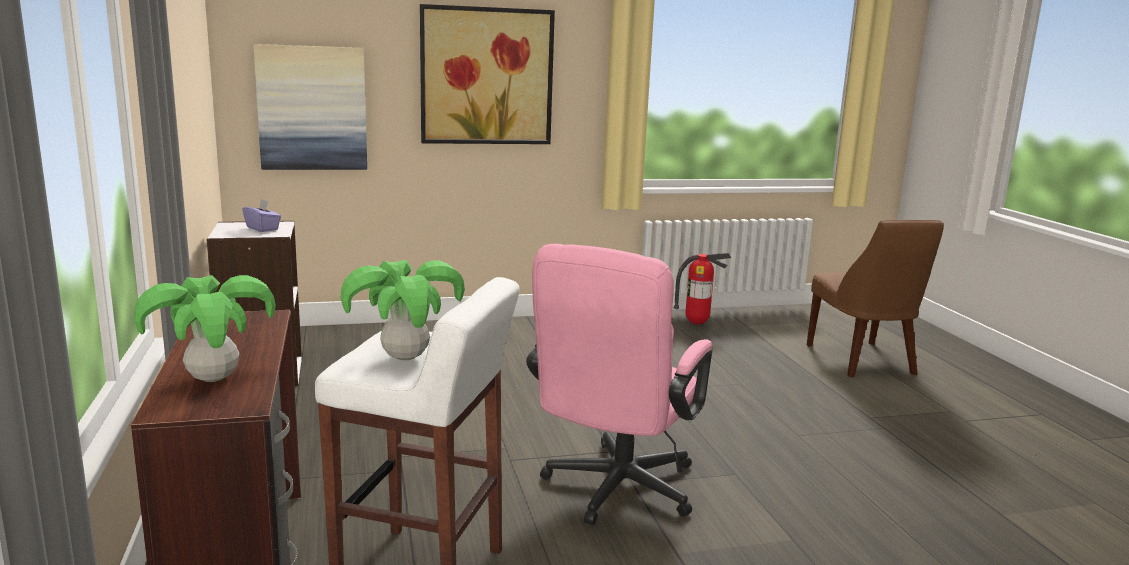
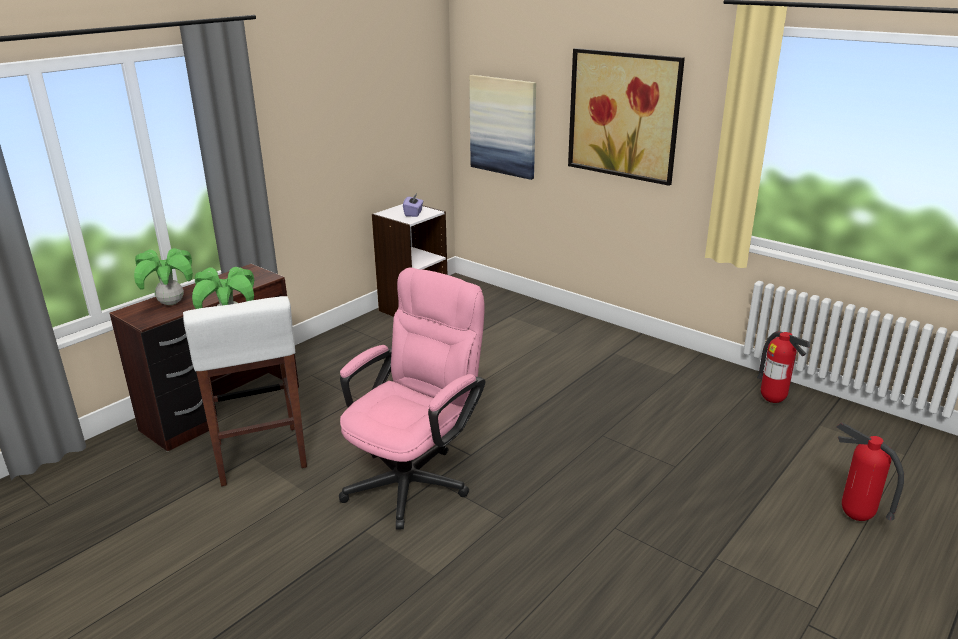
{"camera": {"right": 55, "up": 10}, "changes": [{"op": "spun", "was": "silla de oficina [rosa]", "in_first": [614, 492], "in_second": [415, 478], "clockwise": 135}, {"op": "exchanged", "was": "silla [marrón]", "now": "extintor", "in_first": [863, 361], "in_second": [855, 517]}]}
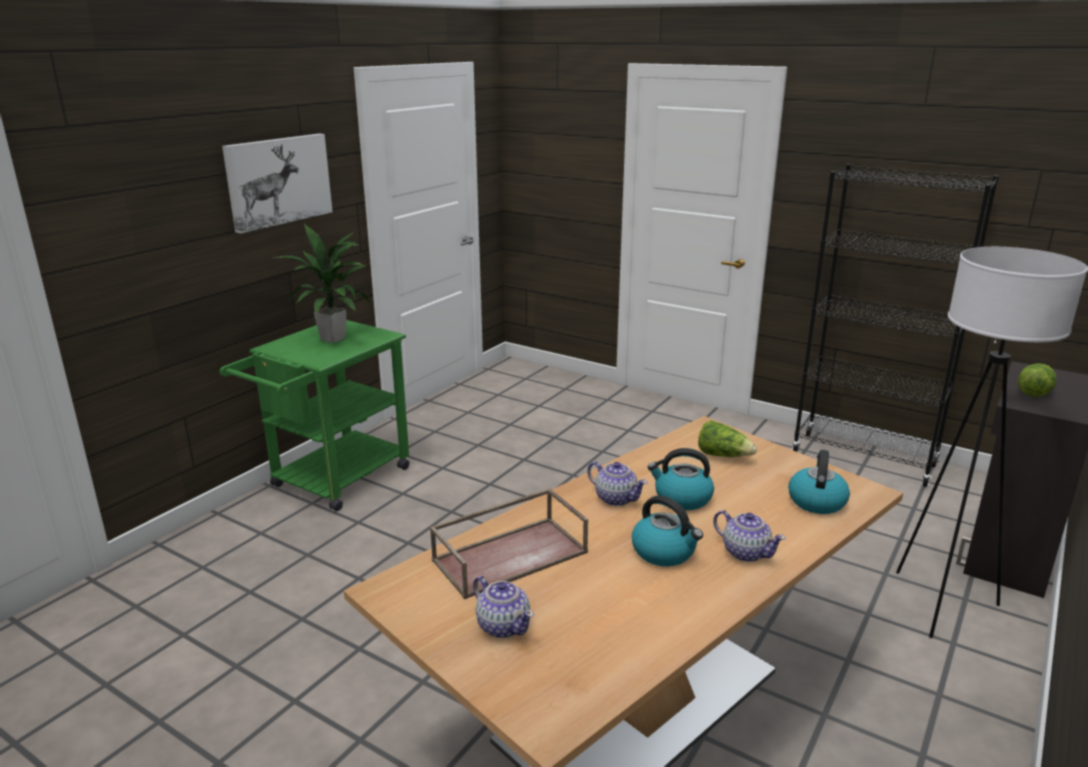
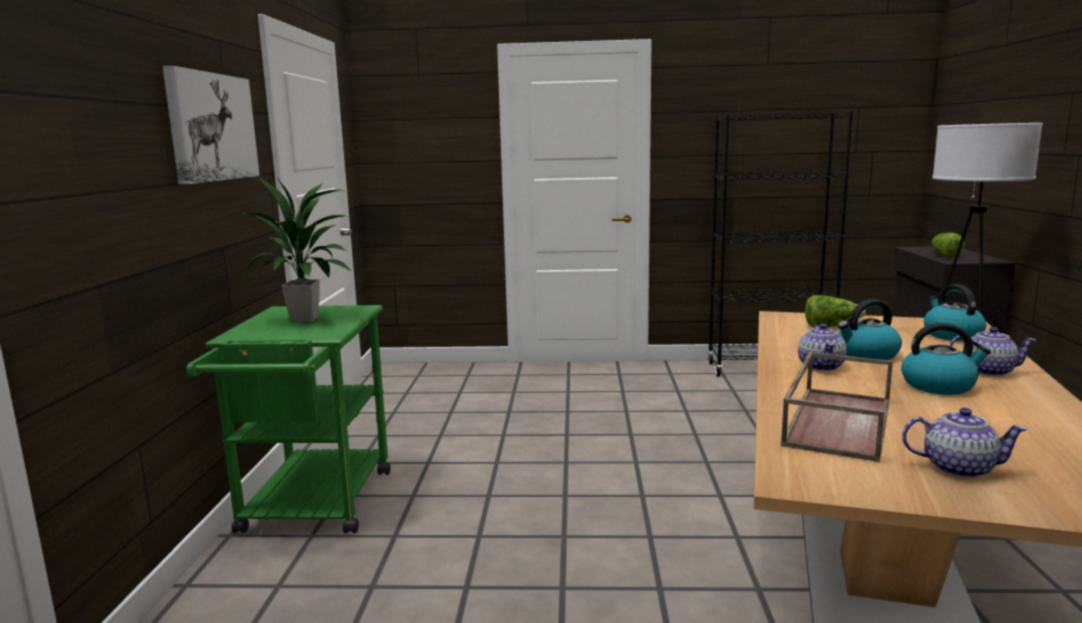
{"camera": {"right": -30, "up": -10}, "changes": [{"op": "spun", "was": "tetera", "in_first": [615, 498], "in_second": [821, 366], "clockwise": 90}]}
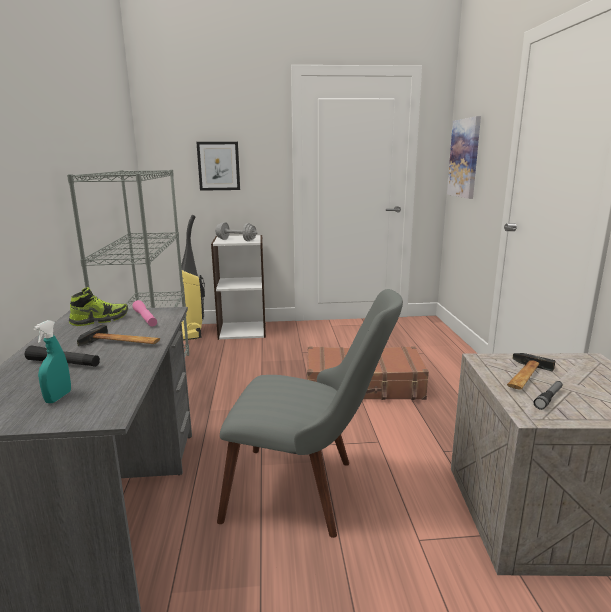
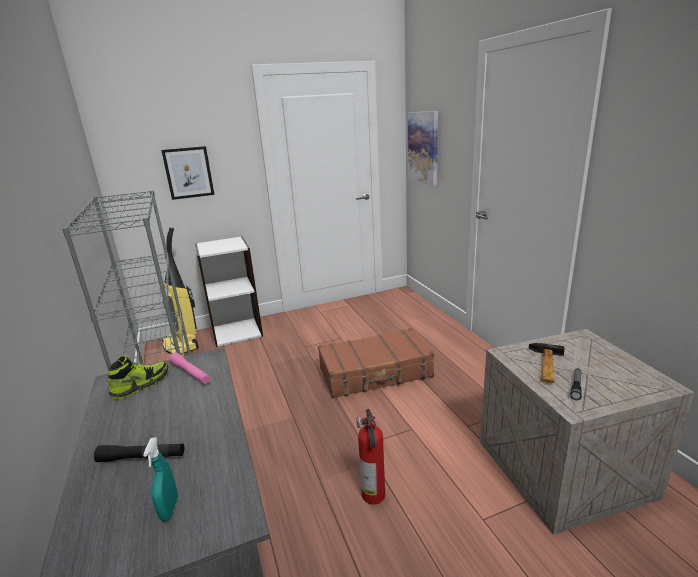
{"camera": {"right": -15, "up": 5}, "changes": [{"op": "missing", "was": "martillo", "in_first": [121, 343]}, {"op": "missing", "was": "mancuerna [gris]", "in_first": [236, 240]}, {"op": "exchanged", "was": "silla [gris]", "now": "extintor", "in_first": [308, 491], "in_second": [373, 496]}]}
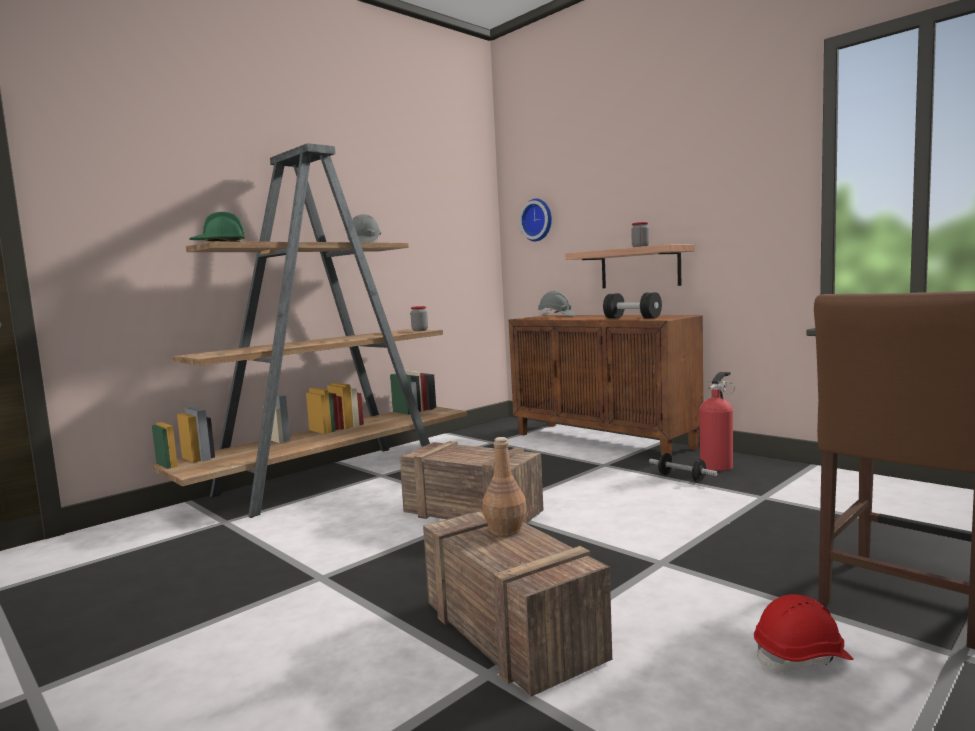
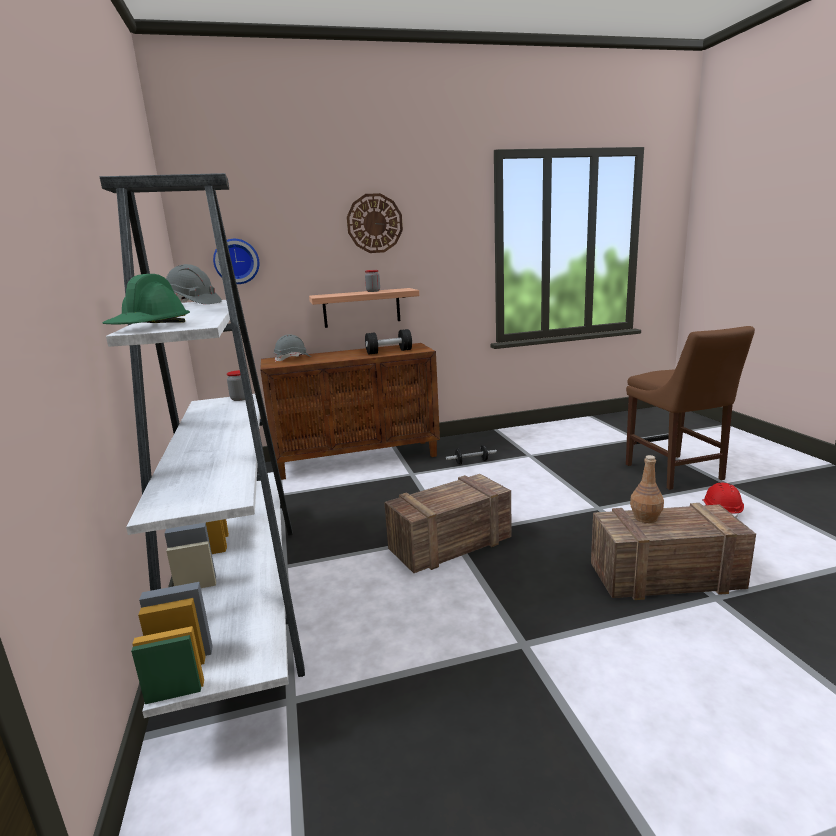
{"camera": {"right": -60, "up": 10}, "changes": [{"op": "colour", "was": "estantería [marrón]", "now": "estantería [blanco]", "in_first": [332, 477], "in_second": [241, 597]}, {"op": "missing", "was": "extintor", "in_first": [717, 465]}, {"op": "appeared", "now": "reloj de pared", "in_second": [374, 223]}]}
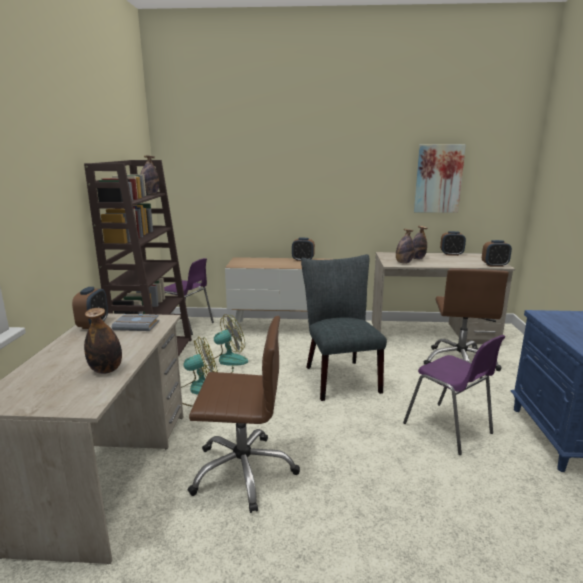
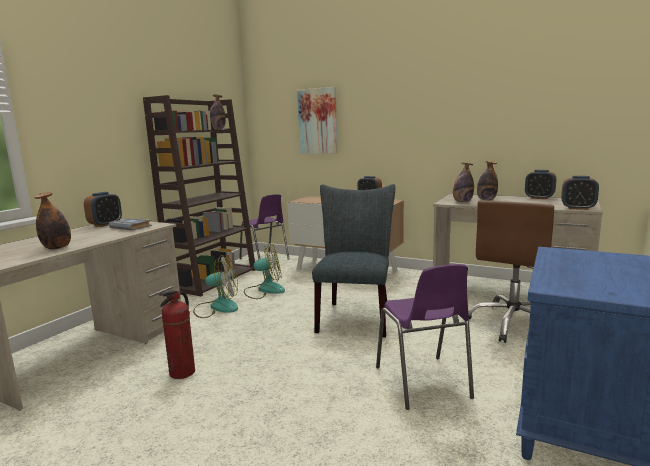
{"camera": {"right": 25, "up": -5}, "changes": [{"op": "exchanged", "was": "silla de oficina [marrón]", "now": "extintor", "in_first": [243, 471], "in_second": [182, 373]}, {"op": "relocated", "was": "cuadro", "in_first": [438, 178], "in_second": [318, 121]}]}
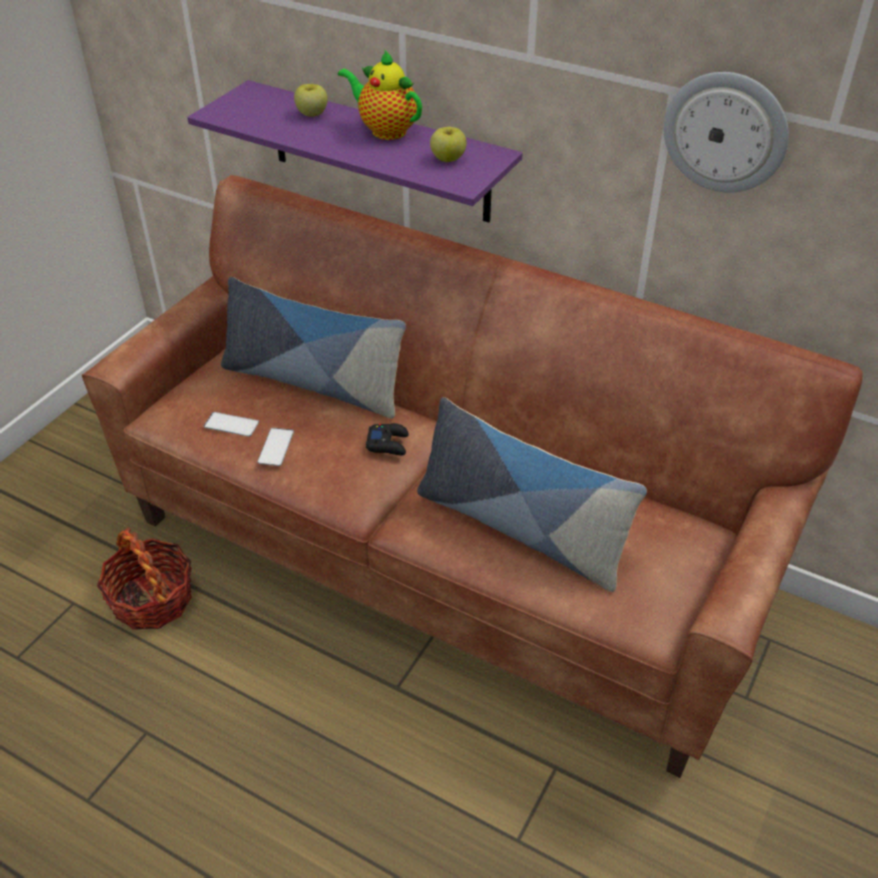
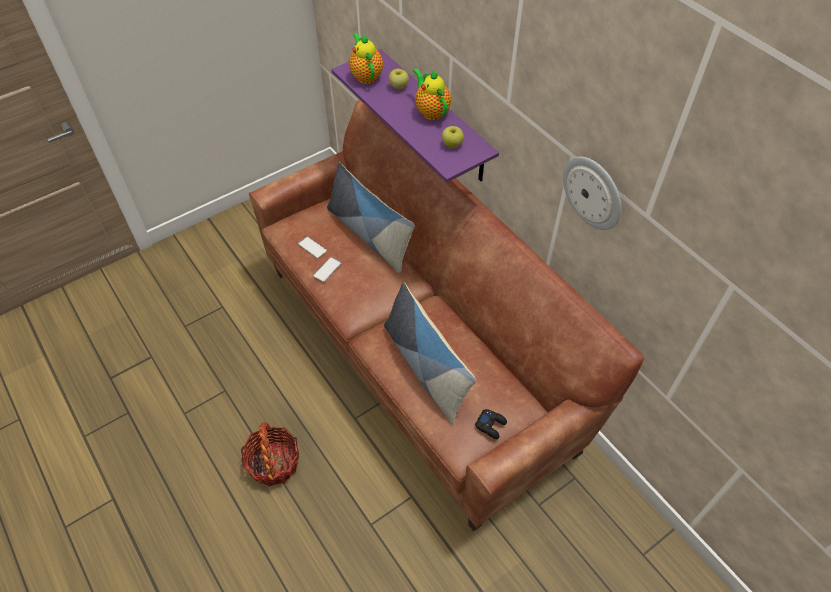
{"camera": {"right": 25, "up": 10}, "changes": [{"op": "relocated", "was": "cesta", "in_first": [152, 599], "in_second": [273, 462]}, {"op": "relocated", "was": "mando de consola [negro]", "in_first": [388, 443], "in_second": [491, 425]}, {"op": "appeared", "now": "tetera", "in_second": [366, 76]}]}
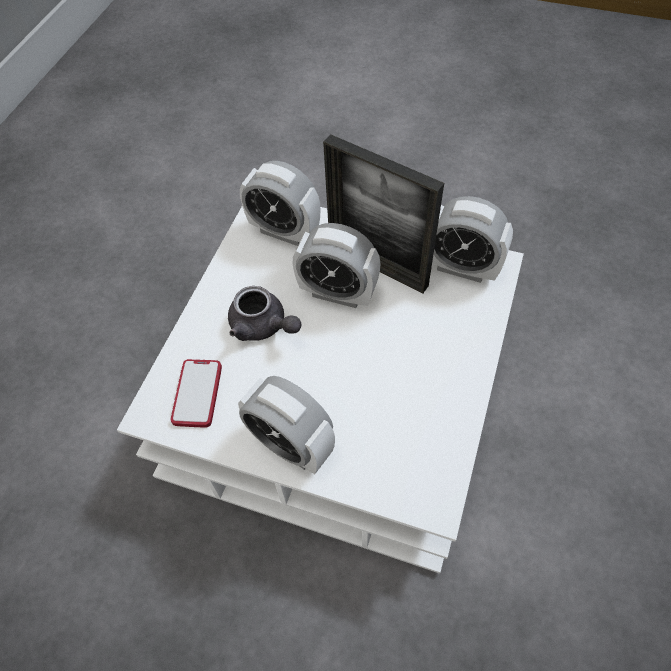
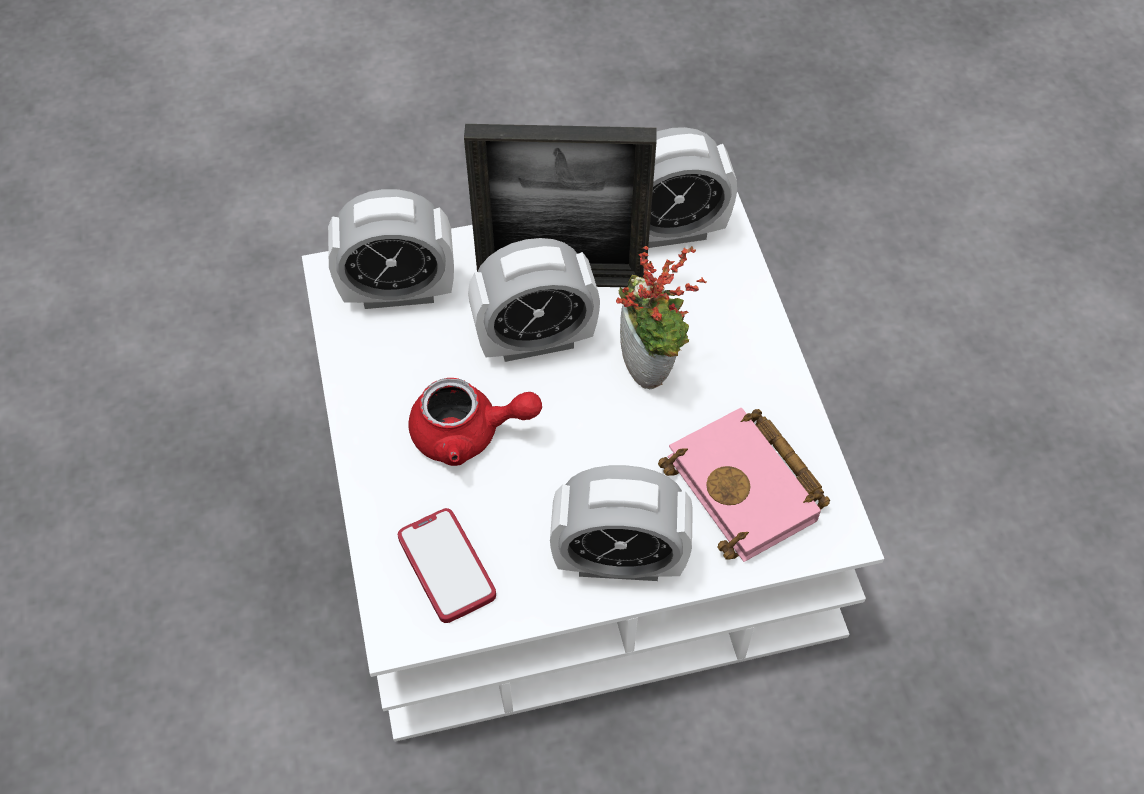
{"camera": {"right": -35, "up": 0}, "changes": [{"op": "colour", "was": "tetera [gris]", "now": "tetera [rojo]", "in_first": [263, 326], "in_second": [468, 434]}, {"op": "appeared", "now": "planta en maceta", "in_second": [651, 368]}, {"op": "appeared", "now": "libro [rosa]", "in_second": [749, 490]}]}
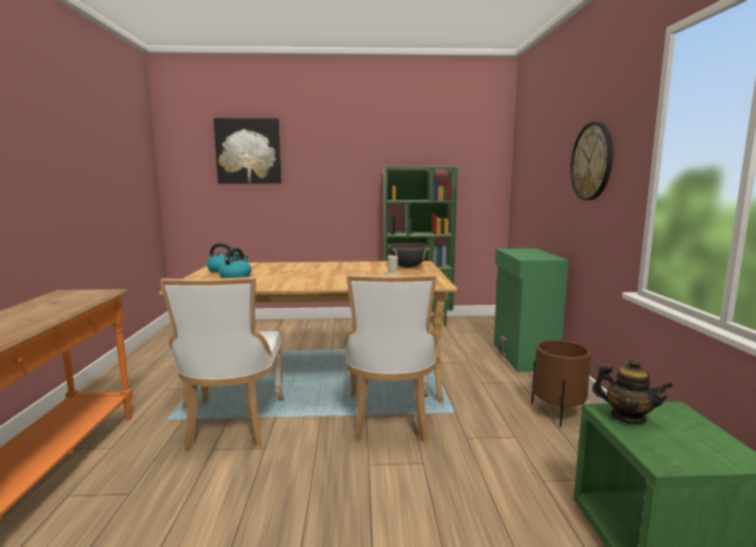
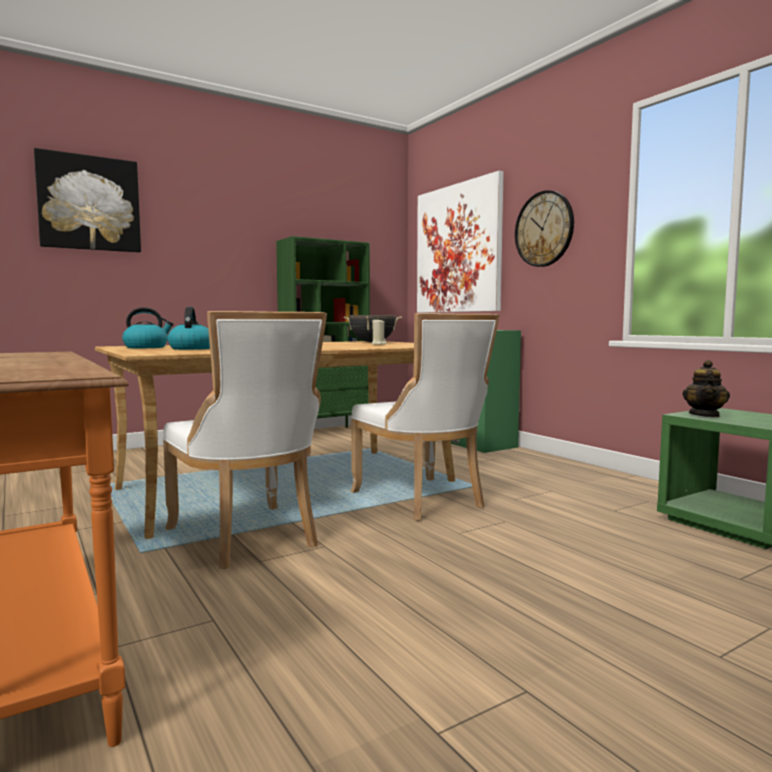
{"camera": {"right": -30, "up": -5}, "changes": [{"op": "missing", "was": "maceta [marrón]", "in_first": [558, 412]}, {"op": "spun", "was": "tetera", "in_first": [627, 417], "in_second": [705, 415], "clockwise": 105}, {"op": "appeared", "now": "cuadro", "in_second": [458, 249]}]}
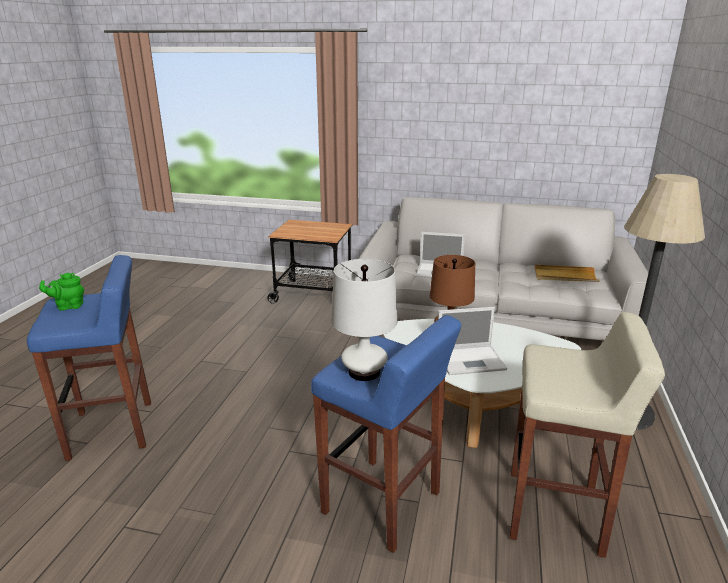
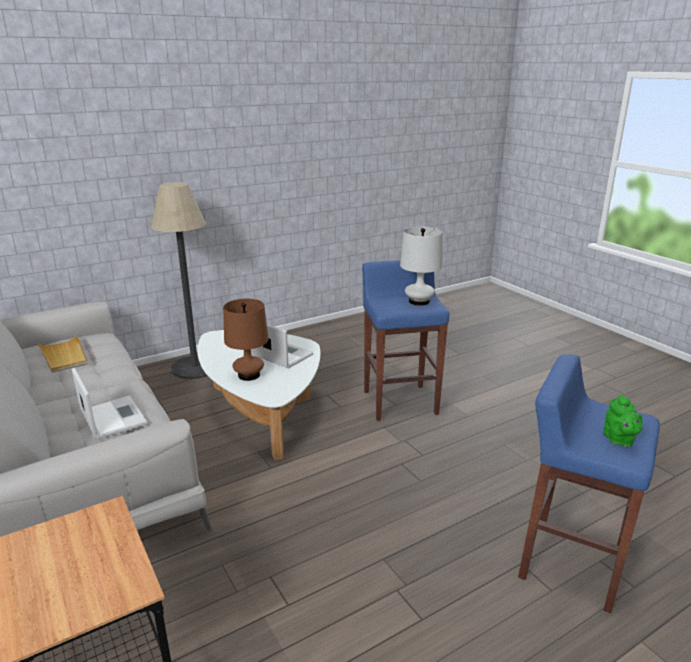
{"camera": {"right": -135, "up": 0}, "changes": [{"op": "spun", "was": "tetera [verde]", "in_first": [68, 306], "in_second": [619, 440], "clockwise": 60}, {"op": "missing", "was": "taburete [beis]", "in_first": [556, 512]}]}
